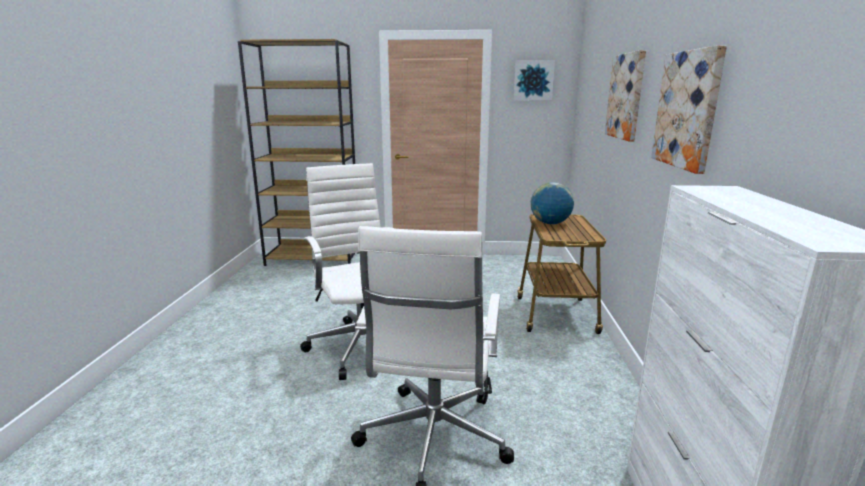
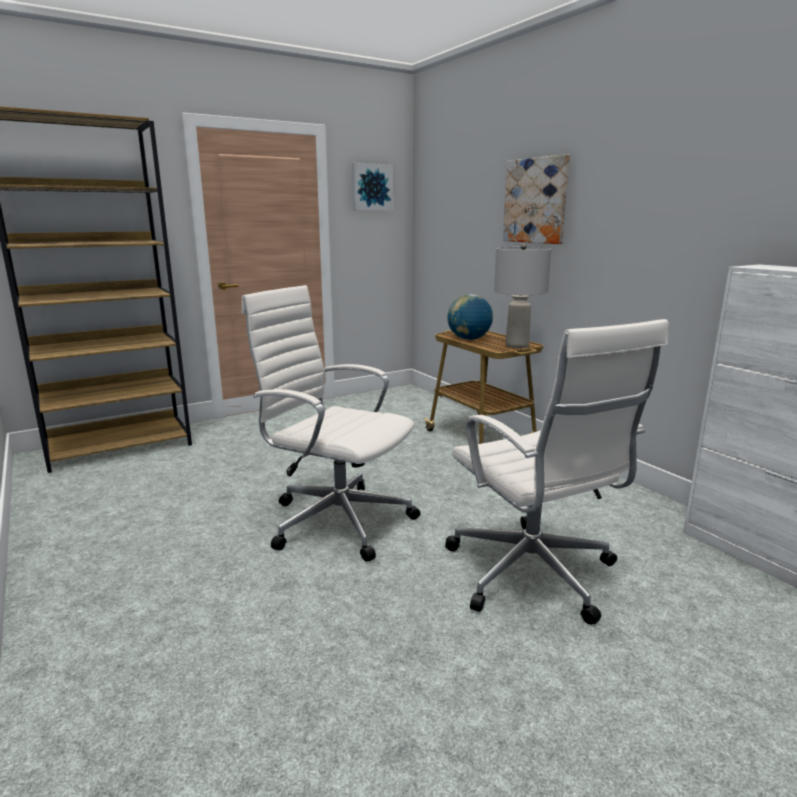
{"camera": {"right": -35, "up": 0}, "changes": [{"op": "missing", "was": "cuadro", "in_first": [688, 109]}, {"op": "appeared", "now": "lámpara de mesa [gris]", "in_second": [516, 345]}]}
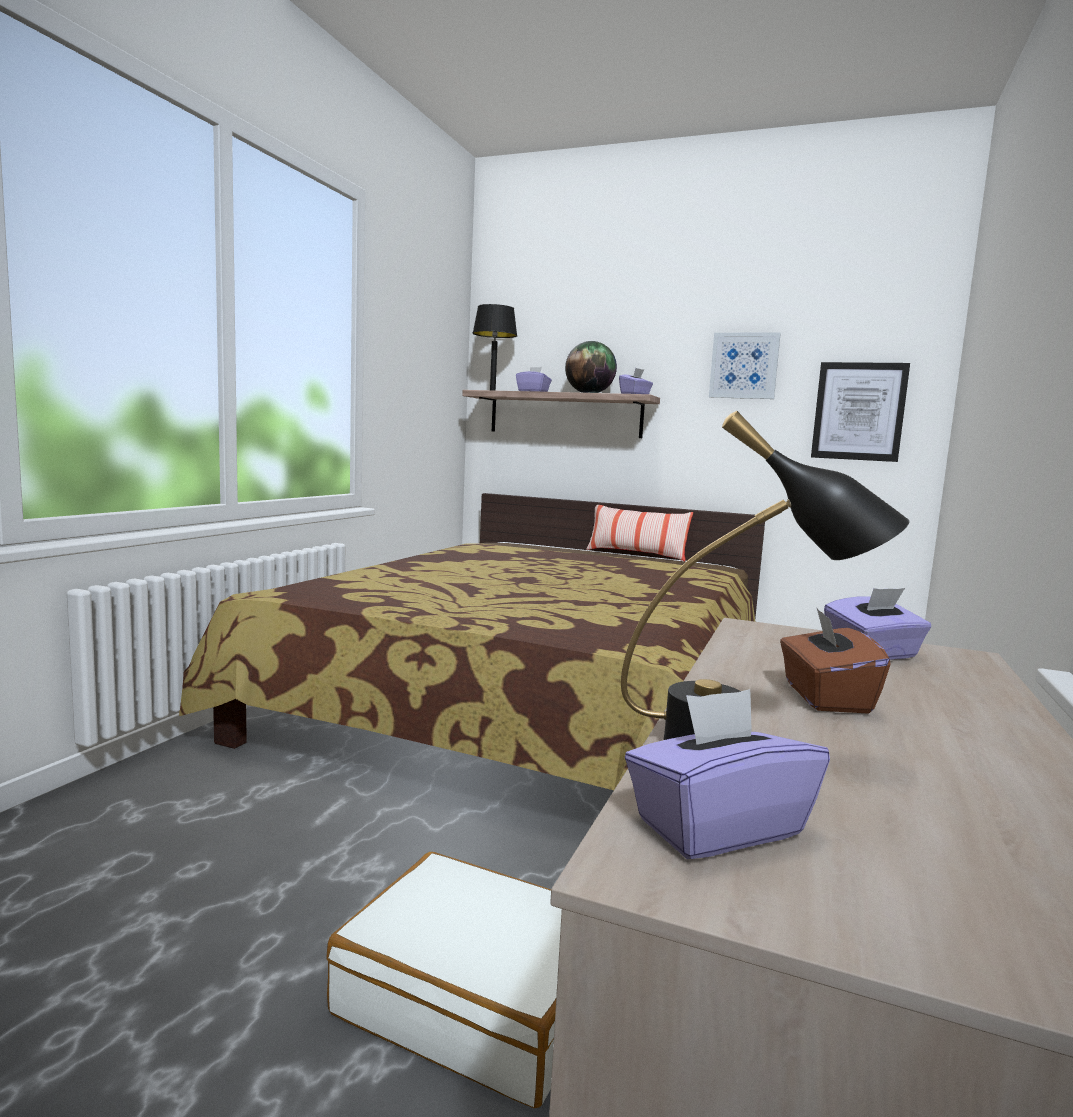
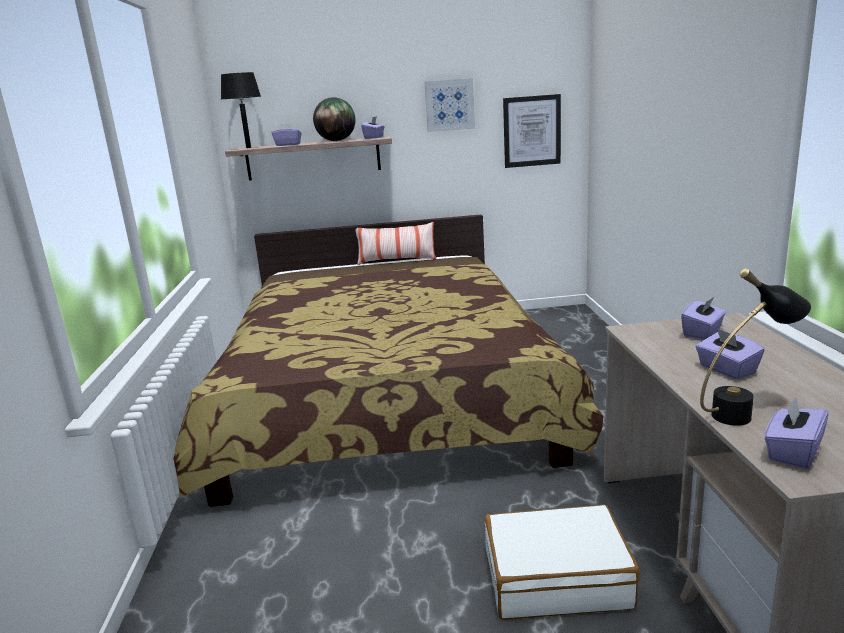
{"camera": {"right": -25, "up": 10}, "changes": [{"op": "colour", "was": "caja de pañuelos [marrón]", "now": "caja de pañuelos [morado]", "in_first": [824, 697], "in_second": [726, 370]}]}
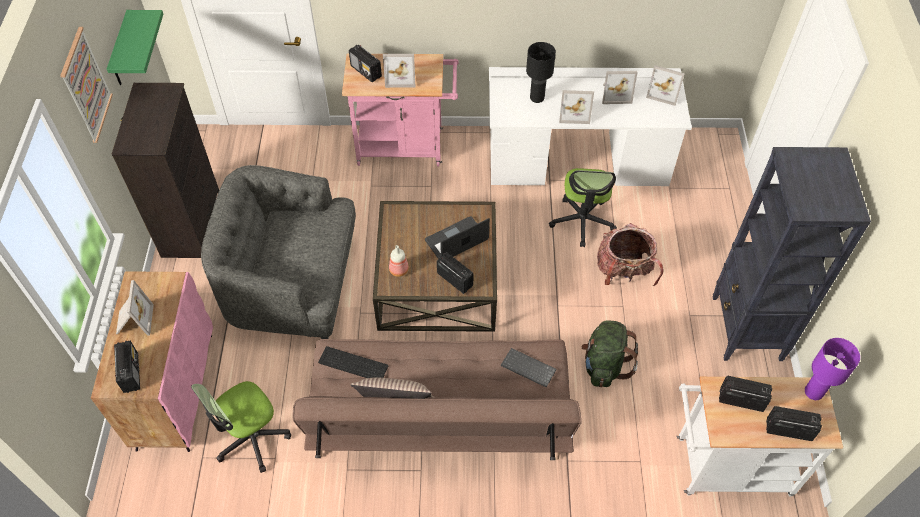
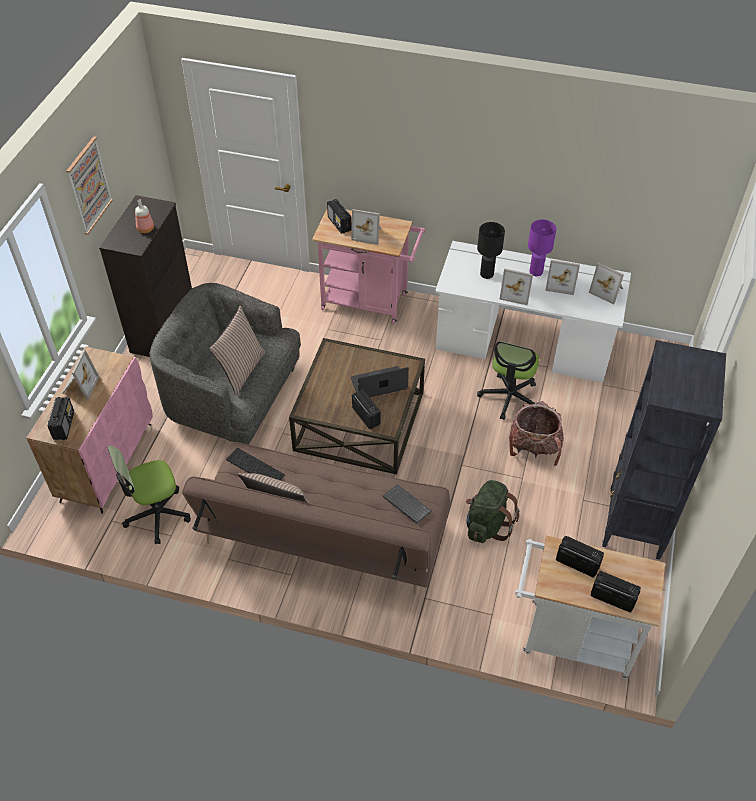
{"camera": {"right": 15, "up": -5}, "changes": [{"op": "missing", "was": "estante [verde]", "in_first": [121, 51]}, {"op": "relocated", "was": "botella", "in_first": [399, 270], "in_second": [145, 229]}, {"op": "relocated", "was": "lámpara de mesa [morado]", "in_first": [813, 391], "in_second": [536, 271]}, {"op": "appeared", "now": "cojín", "in_second": [241, 370]}]}
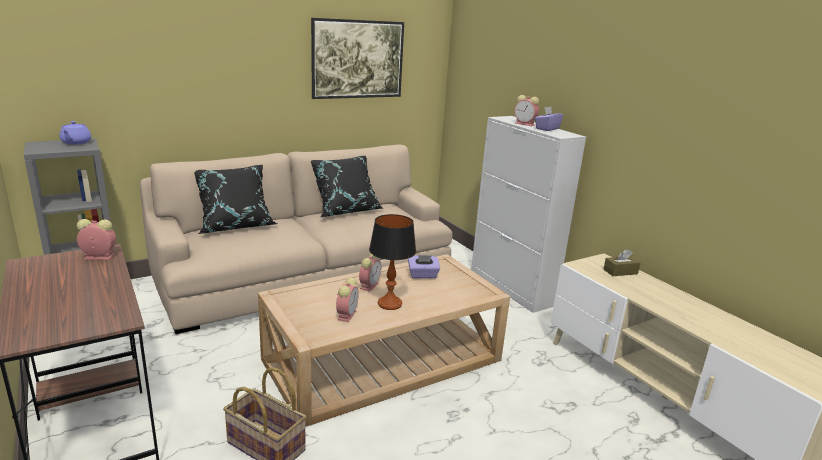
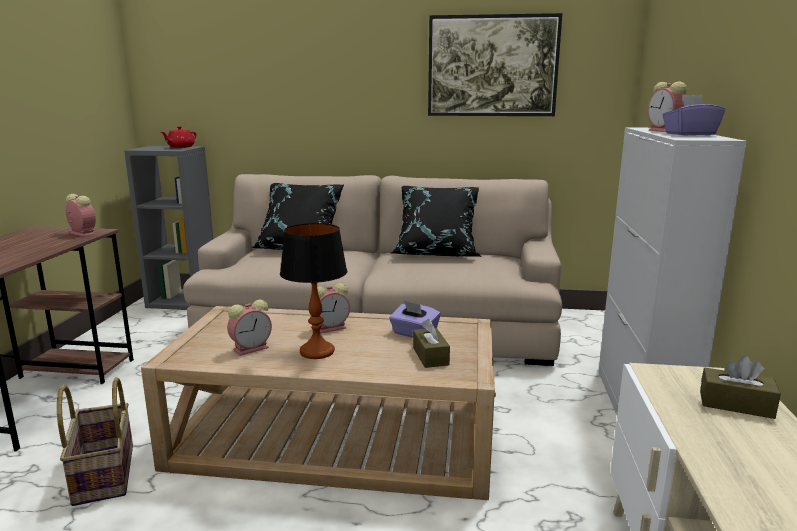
{"camera": {"right": 40, "up": -5}, "changes": [{"op": "colour", "was": "tetera [morado]", "now": "tetera [rojo]", "in_first": [76, 142], "in_second": [180, 147]}, {"op": "appeared", "now": "caja de pañuelos [marrón]", "in_second": [430, 356]}]}
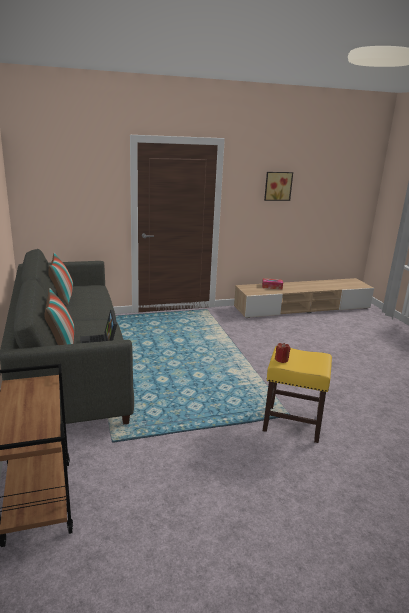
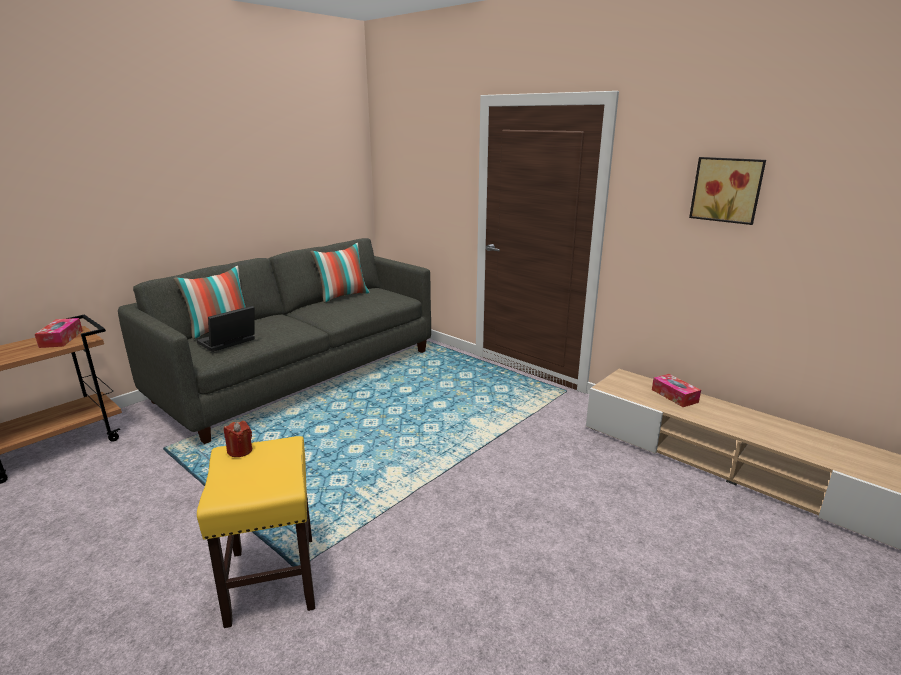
{"camera": {"right": 60, "up": 0}, "changes": [{"op": "appeared", "now": "caja de pañuelos", "in_second": [61, 339]}]}
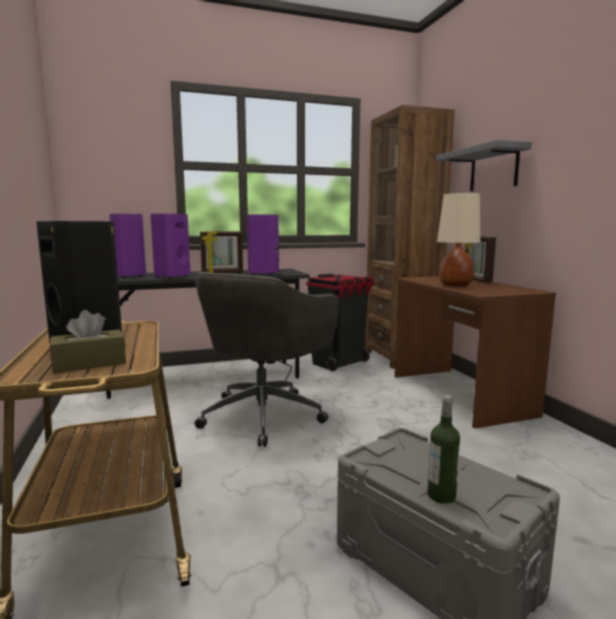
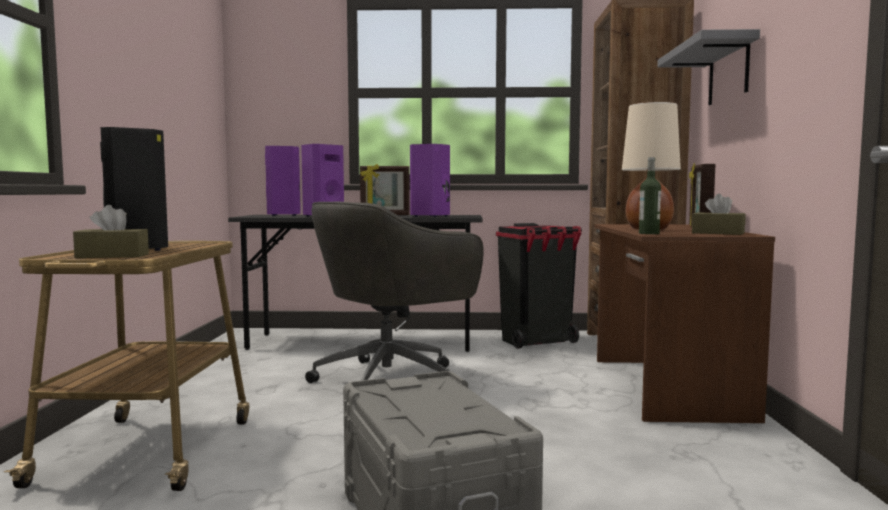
{"camera": {"right": 20, "up": -5}, "changes": [{"op": "relocated", "was": "botella", "in_first": [441, 495], "in_second": [649, 233]}, {"op": "appeared", "now": "caja de pañuelos [marrón]", "in_second": [718, 233]}]}
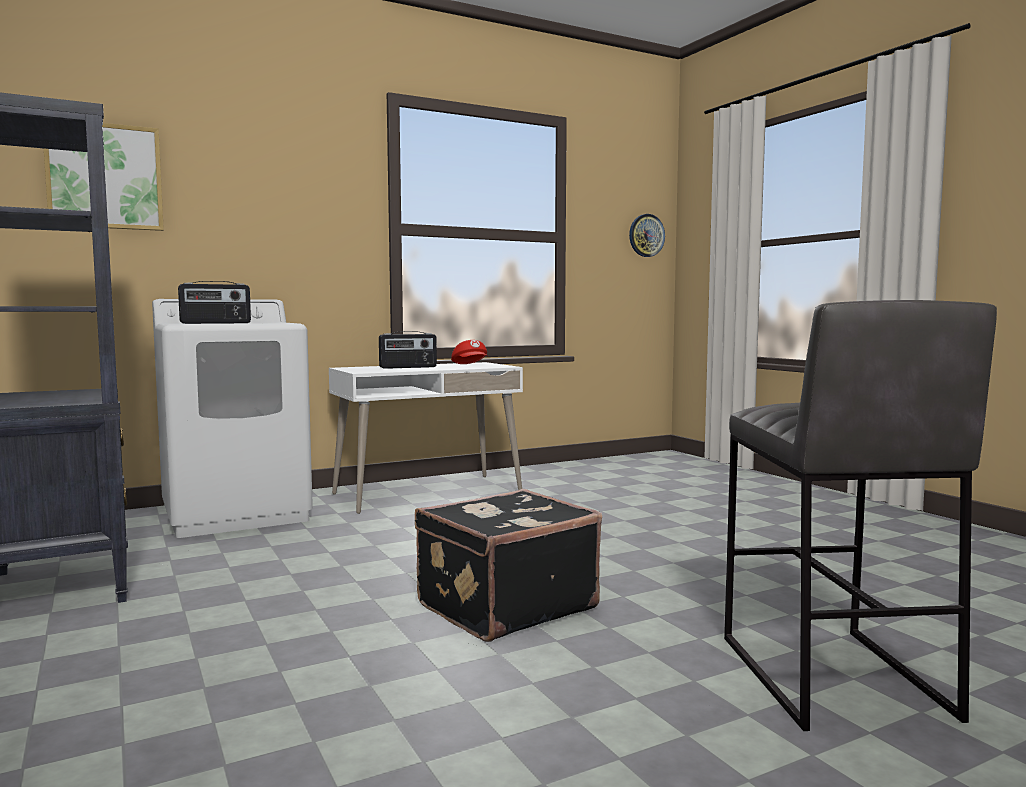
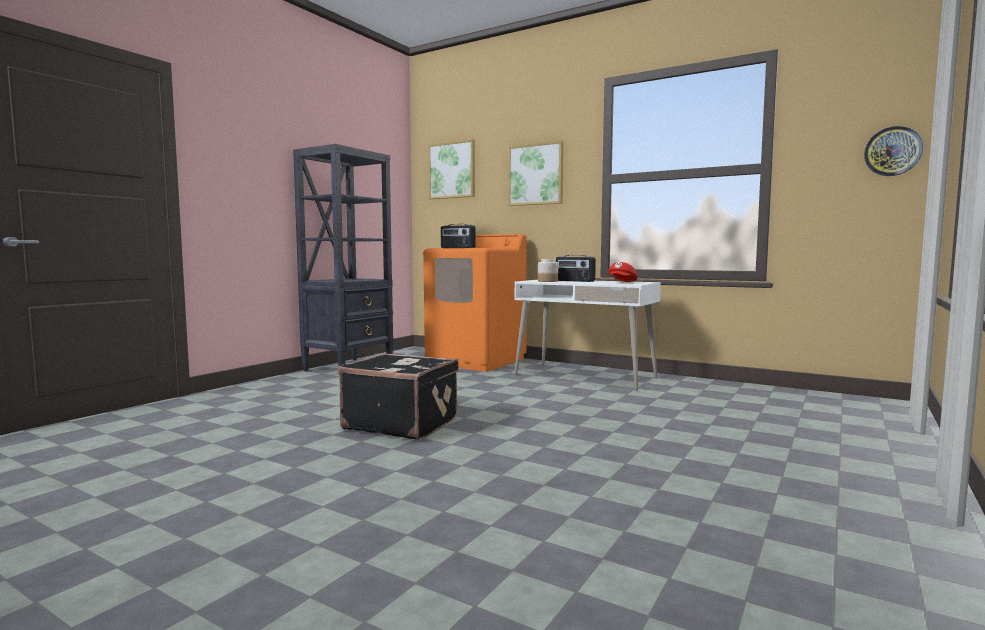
{"camera": {"right": 60, "up": 0}, "changes": [{"op": "colour", "was": "lavadora [blanco]", "now": "lavadora [naranja]", "in_first": [237, 514], "in_second": [476, 361]}, {"op": "missing", "was": "taburete [gris]", "in_first": [831, 677]}, {"op": "appeared", "now": "cuadro", "in_second": [535, 174]}, {"op": "appeared", "now": "tarro", "in_second": [548, 281]}]}
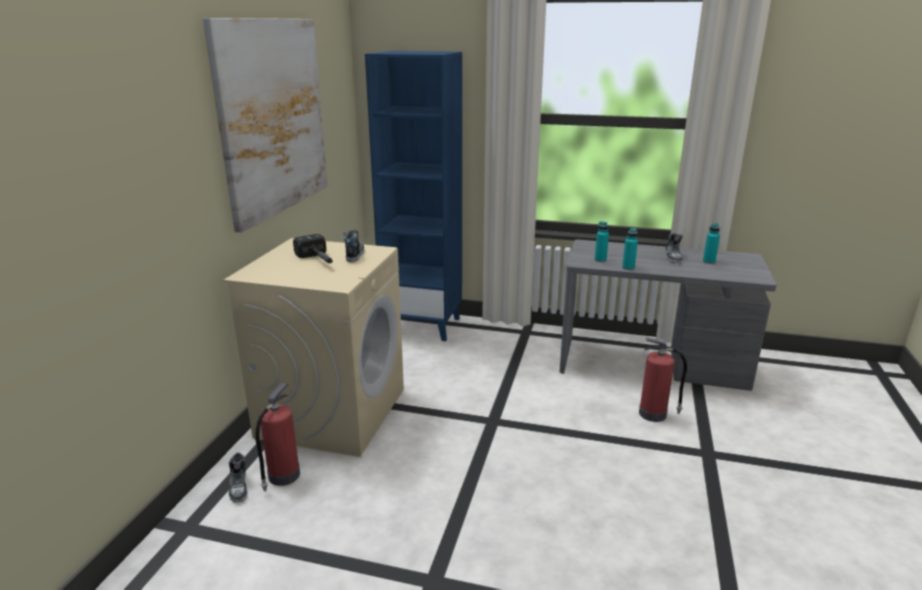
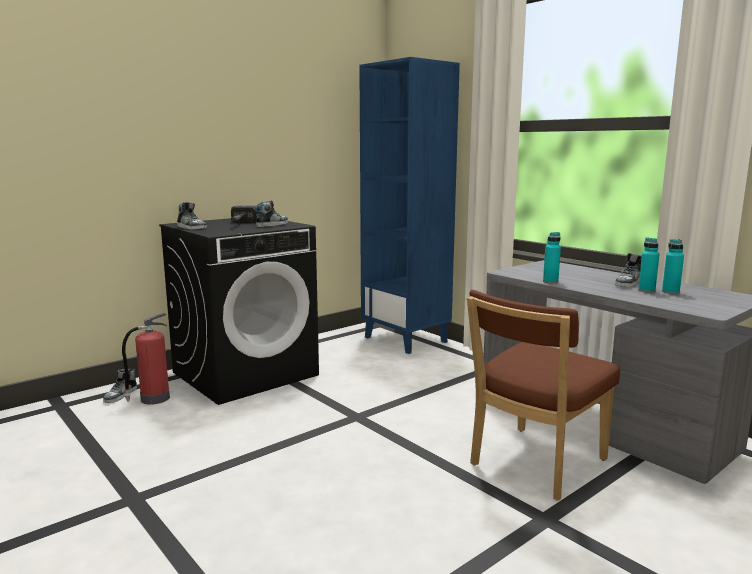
{"camera": {"right": 35, "up": -10}, "changes": [{"op": "missing", "was": "cuadro", "in_first": [273, 118]}, {"op": "colour", "was": "lavadora [beis]", "now": "lavadora [negro]", "in_first": [332, 412], "in_second": [246, 373]}, {"op": "relocated", "was": "botella [turquesa]", "in_first": [600, 260], "in_second": [646, 290]}, {"op": "exchanged", "was": "extintor", "now": "silla [marrón]", "in_first": [654, 414], "in_second": [534, 464]}, {"op": "appeared", "now": "zapato", "in_second": [191, 228]}]}
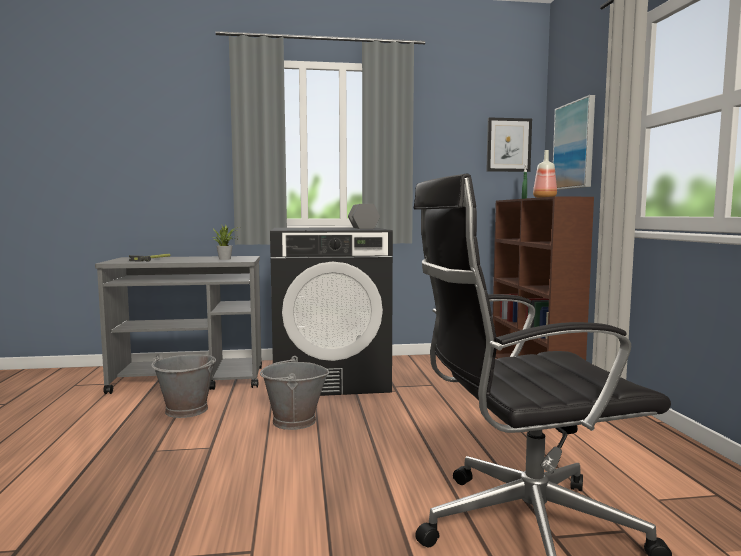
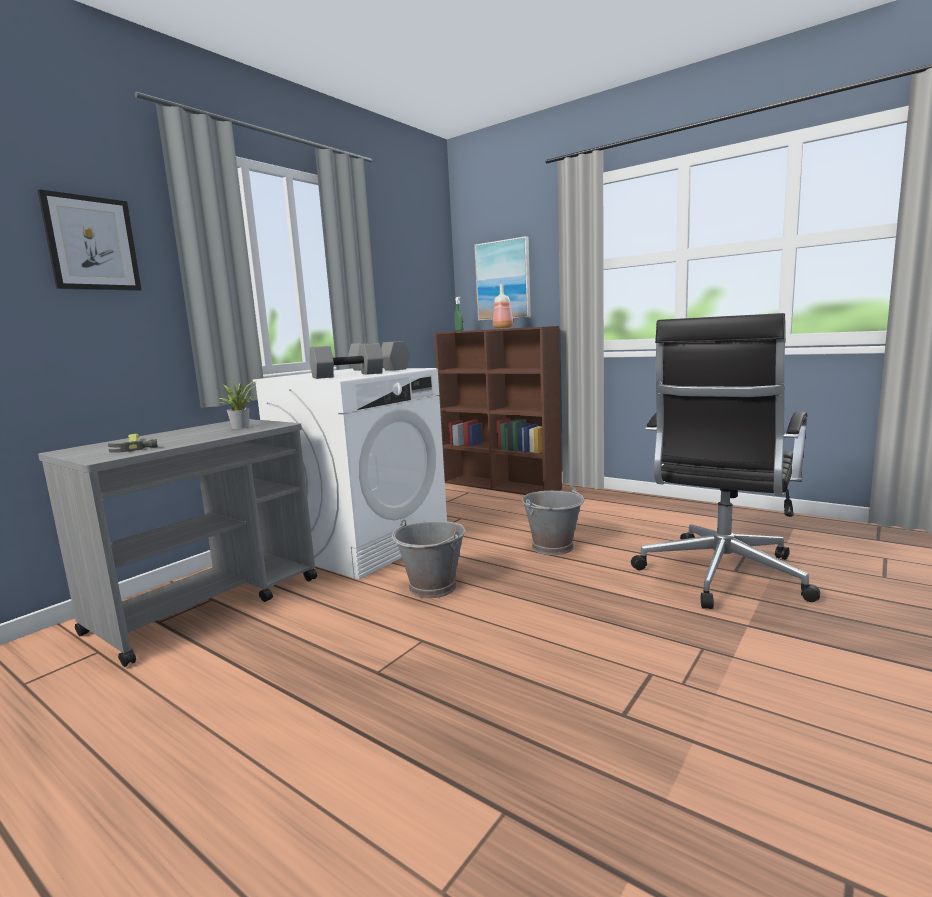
{"camera": {"right": -45, "up": 5}, "changes": [{"op": "relocated", "was": "cubo [gris]", "in_first": [187, 410], "in_second": [553, 547]}, {"op": "colour", "was": "lavadora [negro]", "now": "lavadora [blanco]", "in_first": [331, 378], "in_second": [365, 544]}, {"op": "relocated", "was": "cuadro", "in_first": [508, 145], "in_second": [92, 243]}, {"op": "appeared", "now": "mancuerna [gris]", "in_second": [348, 375]}]}
